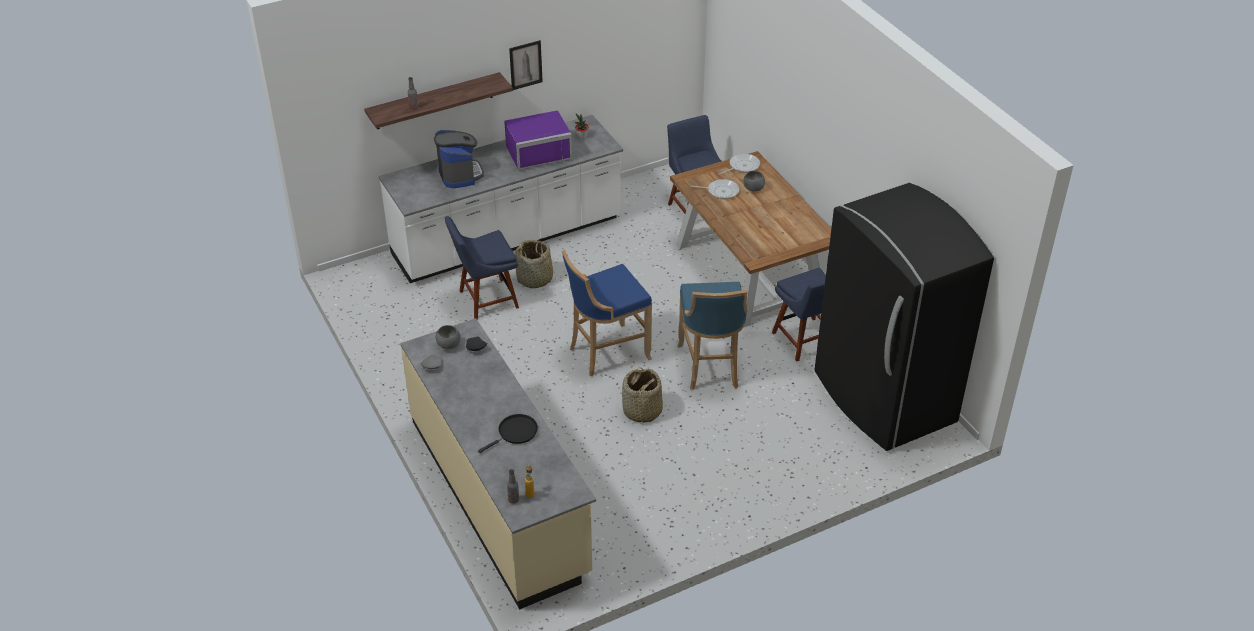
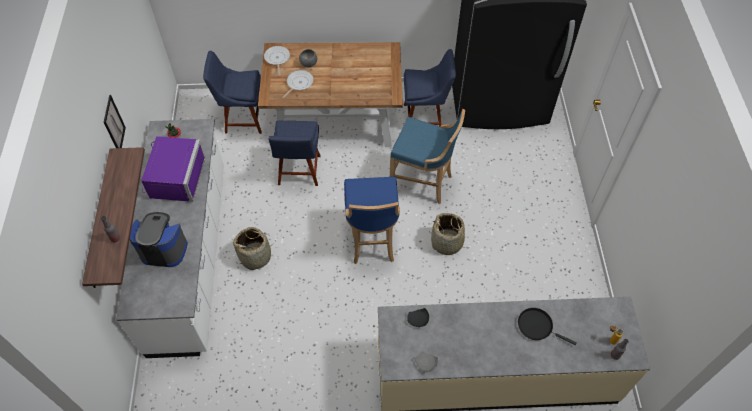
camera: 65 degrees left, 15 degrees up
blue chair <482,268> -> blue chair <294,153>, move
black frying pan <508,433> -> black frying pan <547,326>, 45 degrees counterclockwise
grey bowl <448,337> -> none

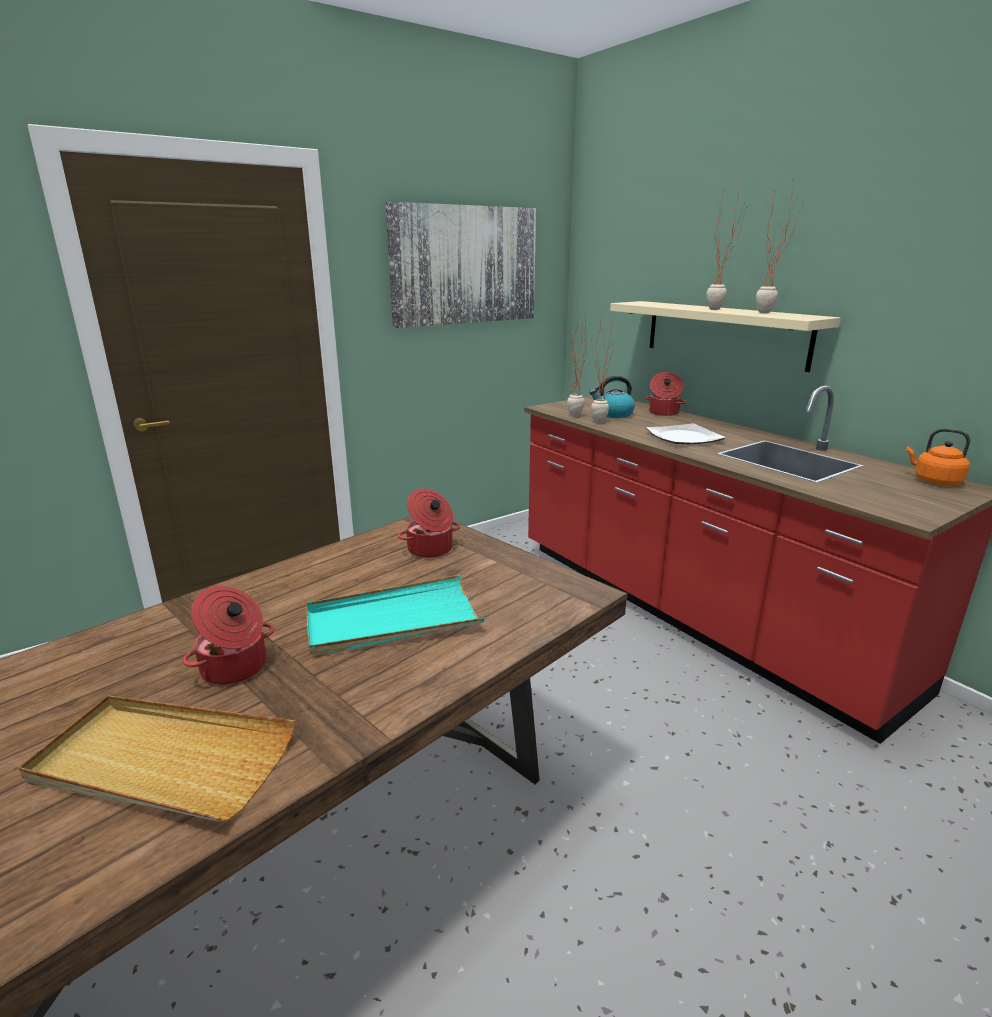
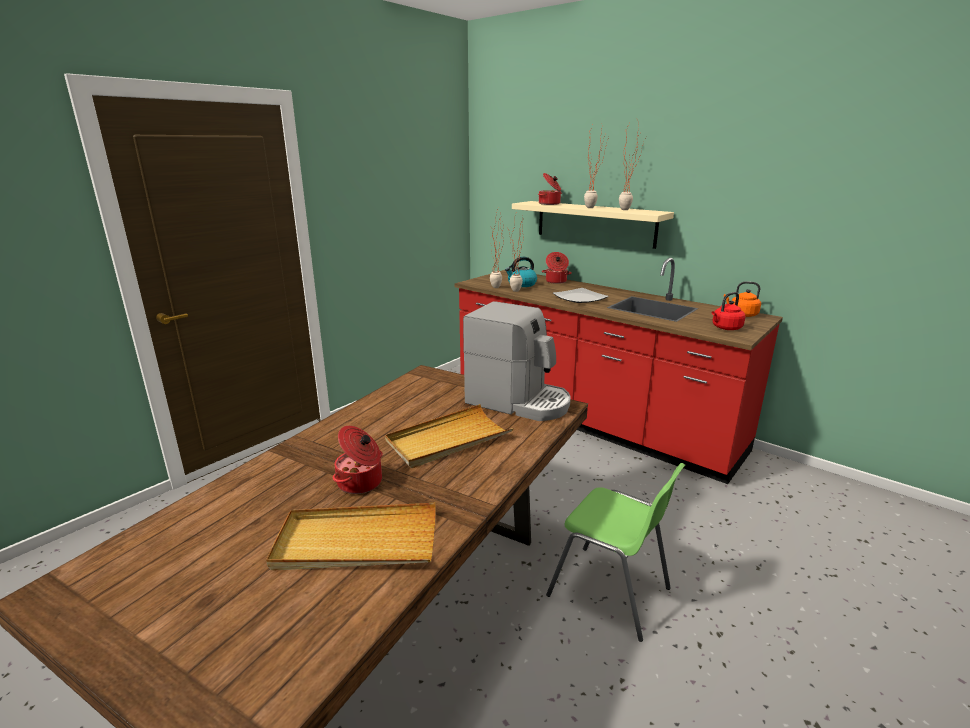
camera: 15 degrees left, 0 degrees up
turquoise tray <395,616> -> beige tray <449,436>
none -> coffee machine <517,361>
cooking pot <429,523> -> cooking pot <550,189>, move
none -> green chair <615,552>
none -> red kettle <729,311>
picture <460,265> -> none

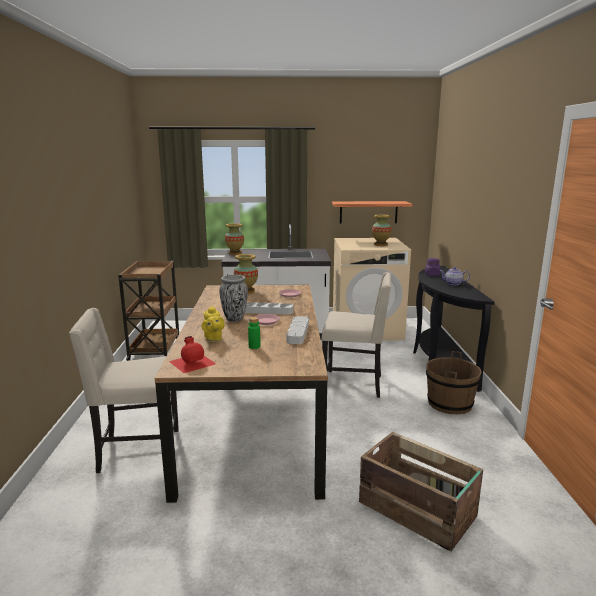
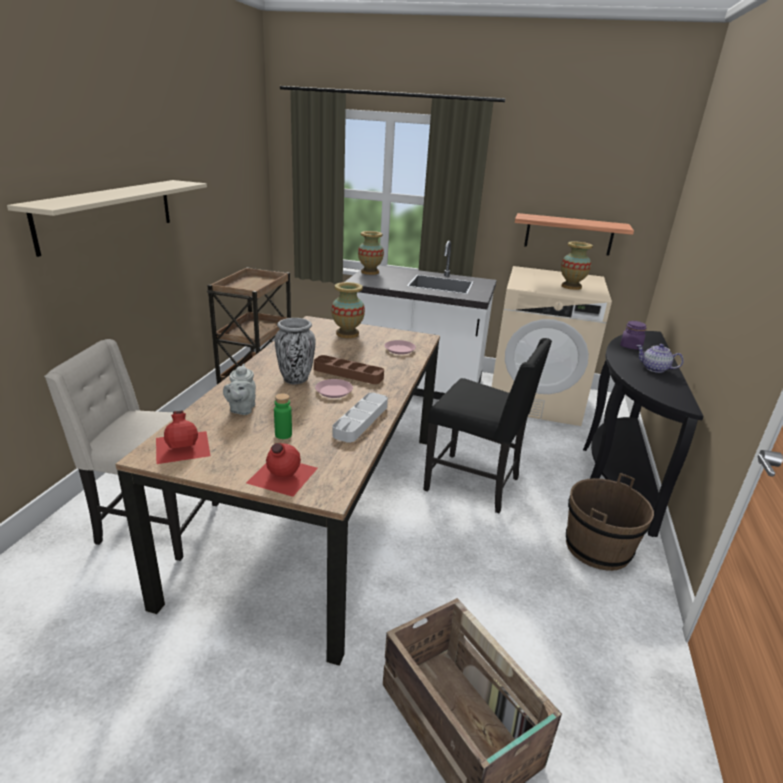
camera: 15 degrees right, 10 degrees up
none -> beige shelf <107,218>
yellow teapot <213,324> -> grey teapot <239,389>
none -> red bottle <282,470>
grey tray <269,308> -> brown tray <349,369>
beige chair <356,335> -> black chair <487,425>

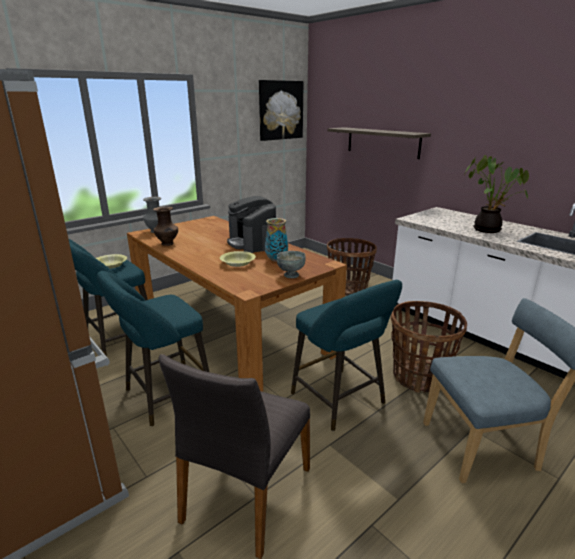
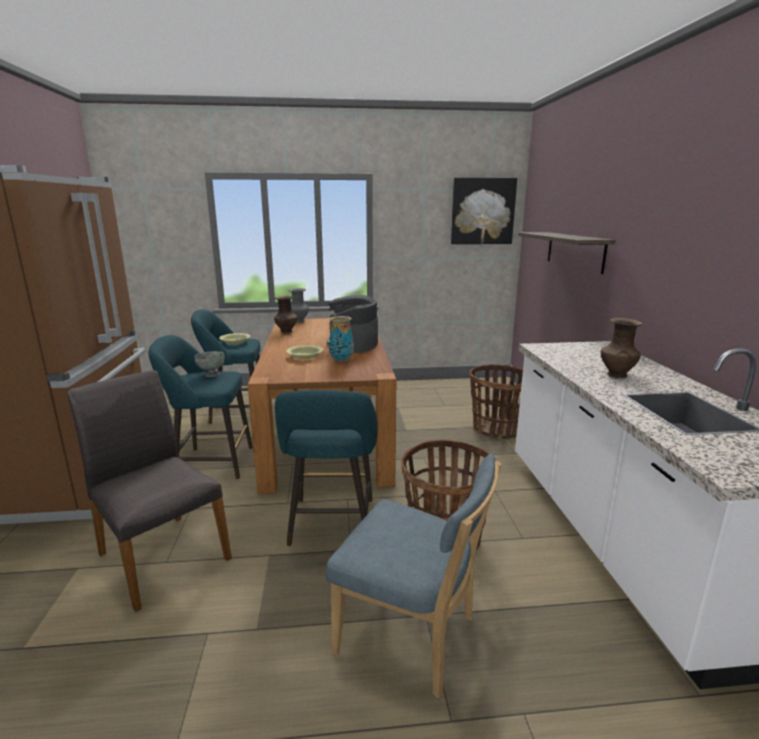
camera: 35 degrees right, 5 degrees down
grey chair <234,456> -> grey chair <149,491>, 75 degrees clockwise
grey bowl <291,264> -> grey bowl <209,364>, move
potted plant <497,194> -> brown vase <622,348>

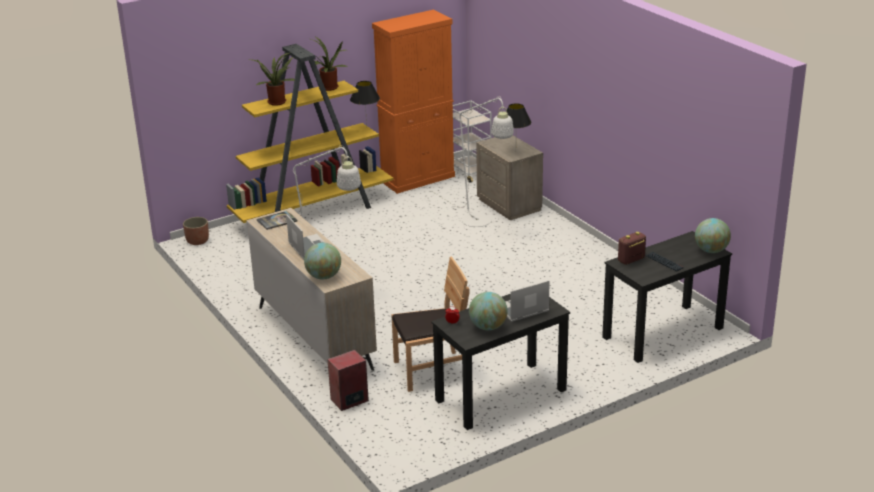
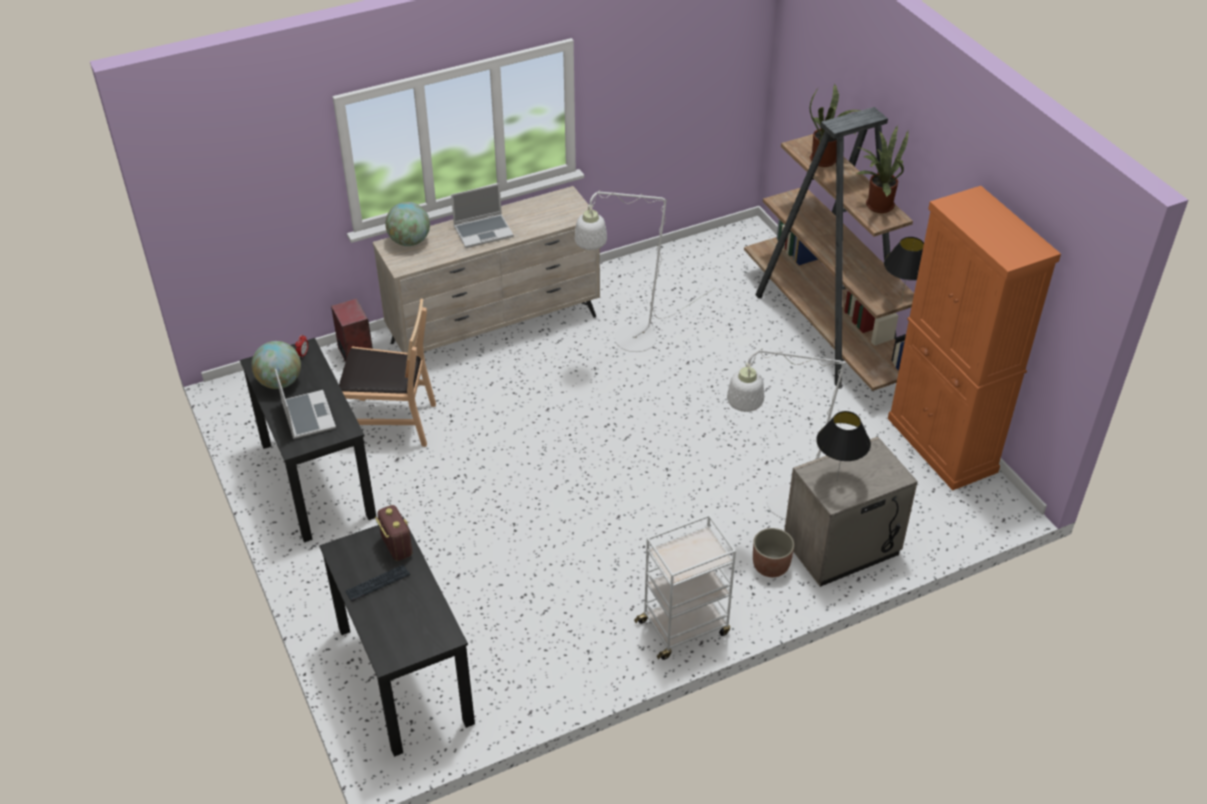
camera: 95 degrees right, 15 degrees up
brown chair <430,324> -> brown chair <387,373>, 75 degrees counterclockwise
white cart <472,142> -> white cart <685,587>, move
yellow bookcase <310,133> -> brown bookcase <829,249>
planter <196,231> -> planter <773,552>, move
book <277,220> -> none
globe <713,235> -> none

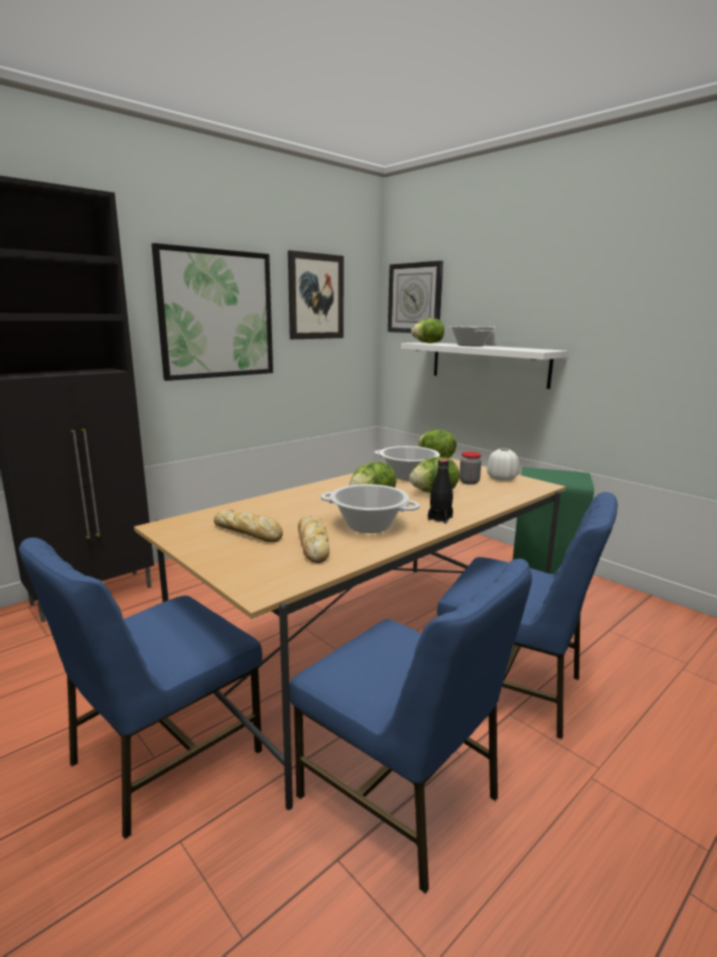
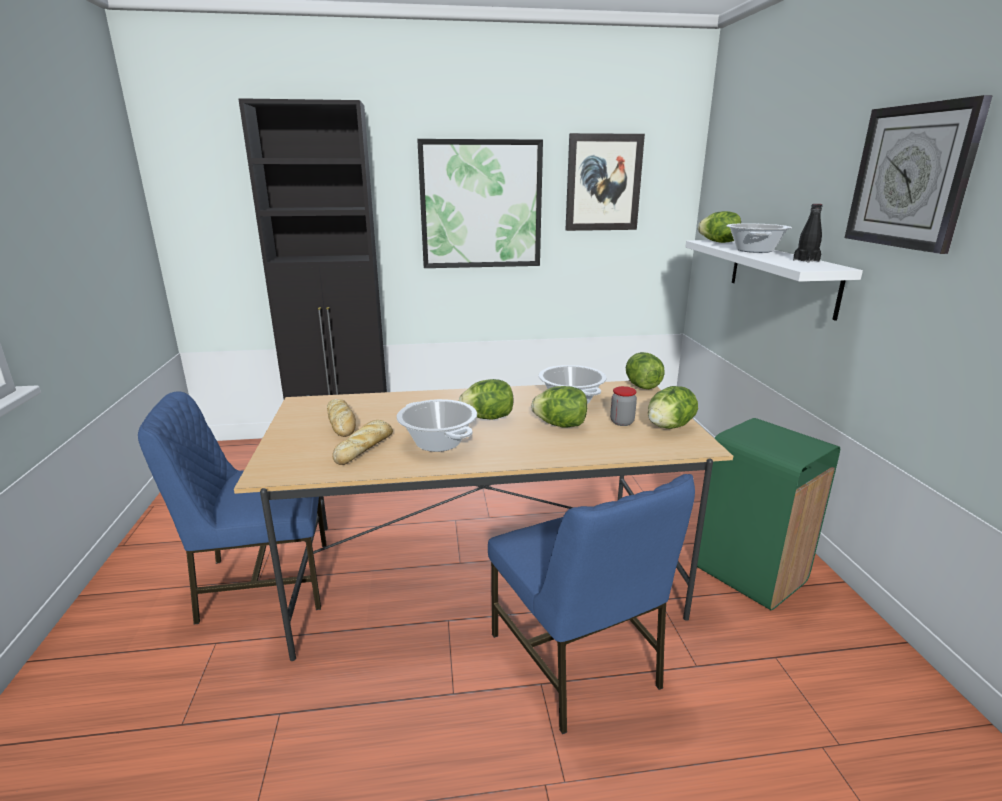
camera: 35 degrees right, 5 degrees up
white vase <503,464> -> lettuce <673,407>
black bottle <440,491> -> black bottle <807,233>, move
wall clock <415,297> -> wall clock <919,174>, move
blue chair <410,726> -> none

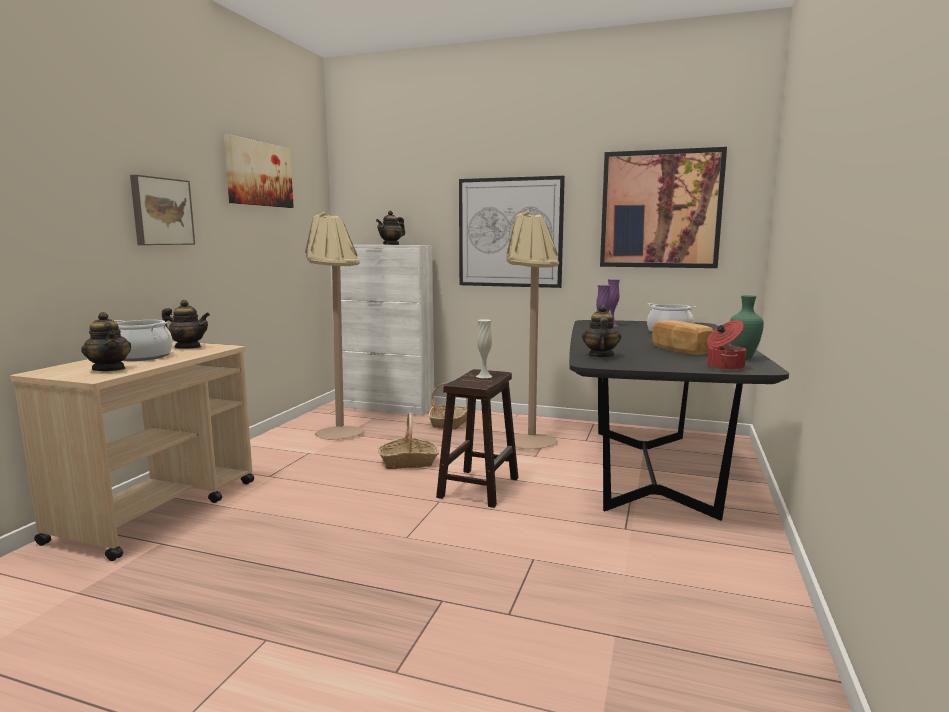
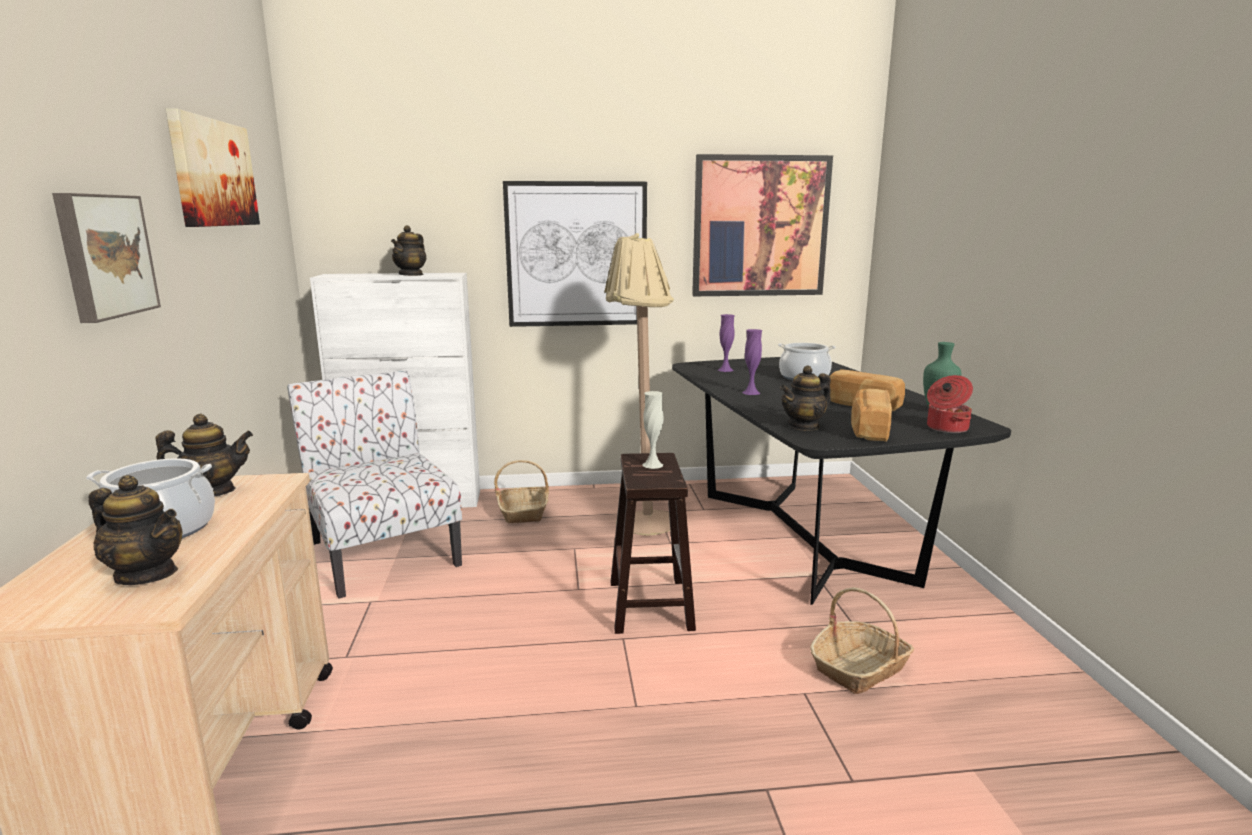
camera: 25 degrees left, 5 degrees up
beige floor lamp <335,326> -> chair <374,485>
teapot <601,331> -> teapot <805,398>, 105 degrees counterclockwise
basket <408,441> -> basket <862,640>, move
none -> bread <871,415>

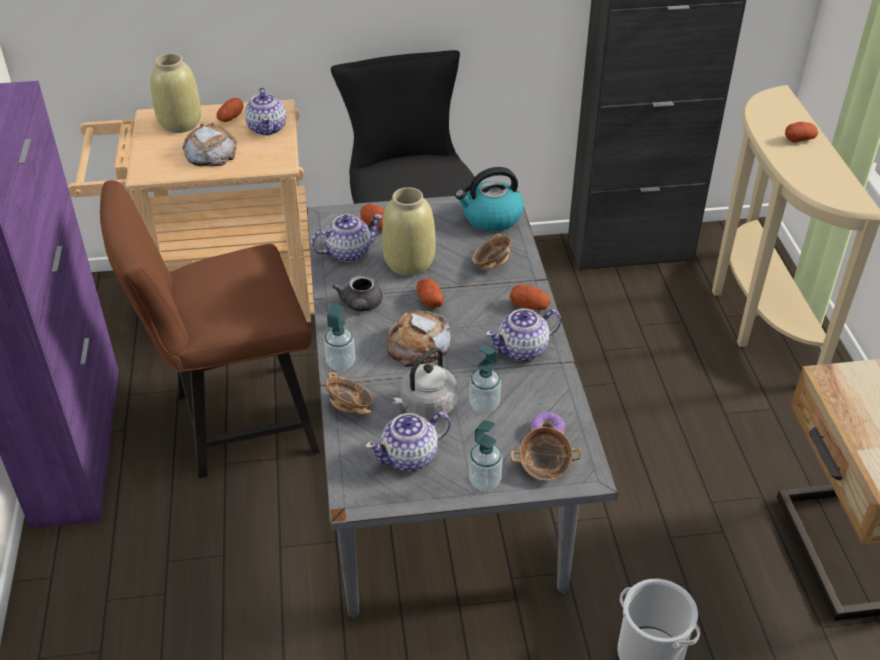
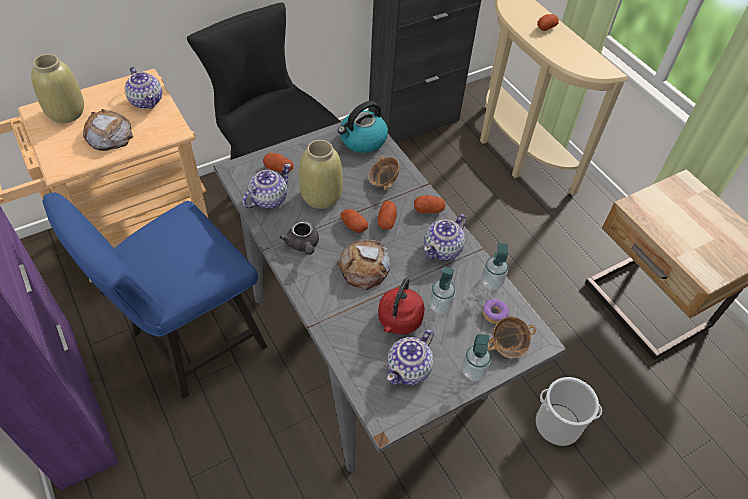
camera: 25 degrees left, 10 degrees up
brown chair <210,329> -> blue chair <155,296>
potato <230,110> -> potato <387,215>, move
grey kettle <424,383> -> red kettle <401,306>
soap dispenser <339,337> -> soap dispenser <494,266>, move
bowl <349,393> -> none

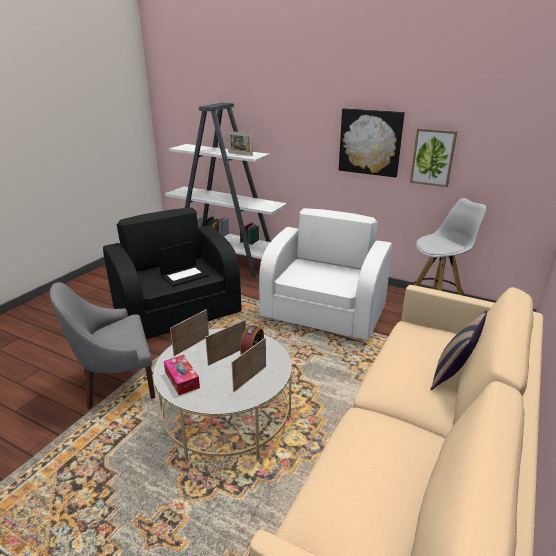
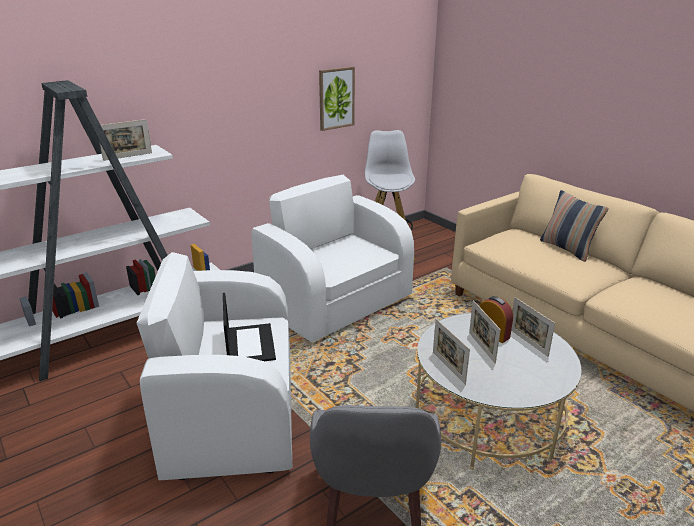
camera: 65 degrees left, 0 degrees up
black armchair <172,273> -> white armchair <214,366>
tissue box <182,375> -> none
picture <372,142> -> none

